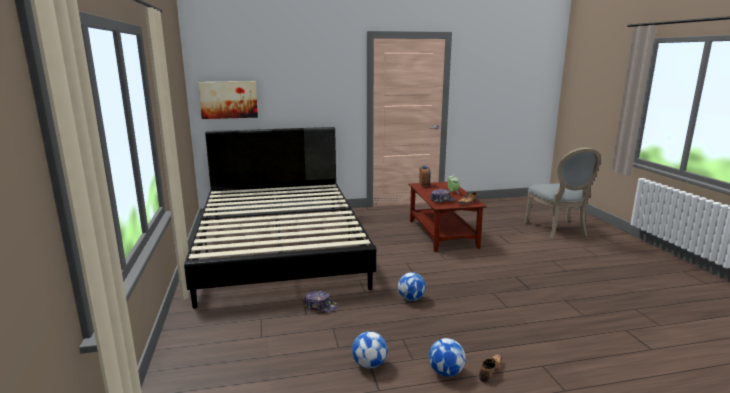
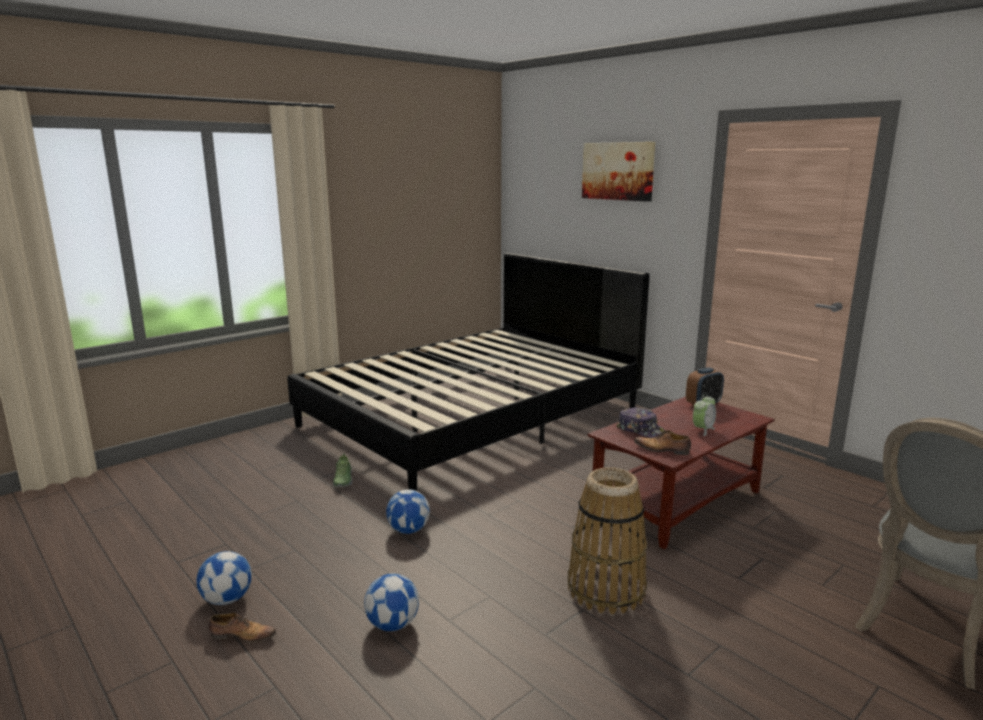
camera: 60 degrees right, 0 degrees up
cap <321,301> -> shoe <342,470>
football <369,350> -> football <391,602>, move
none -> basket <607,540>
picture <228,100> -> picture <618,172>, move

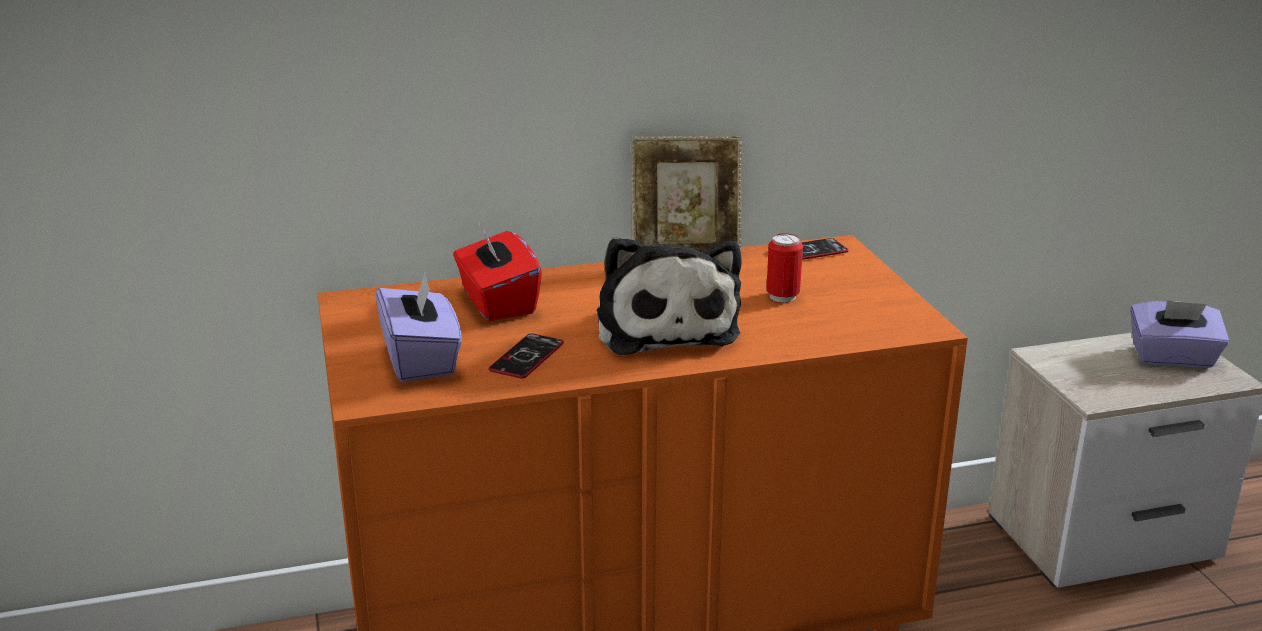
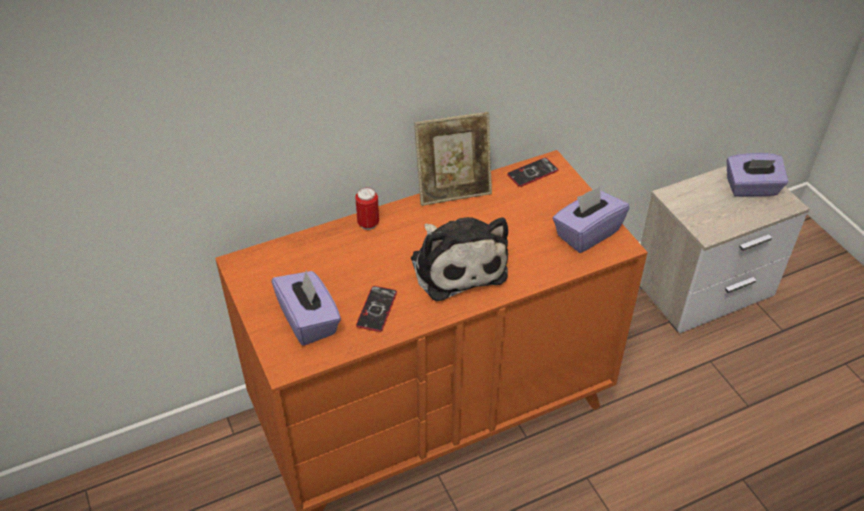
camera: 10 degrees left, 20 degrees up
can <784,267> -> can <367,208>, move
none -> purple tissue box <591,219>
red tissue box <497,274> -> none

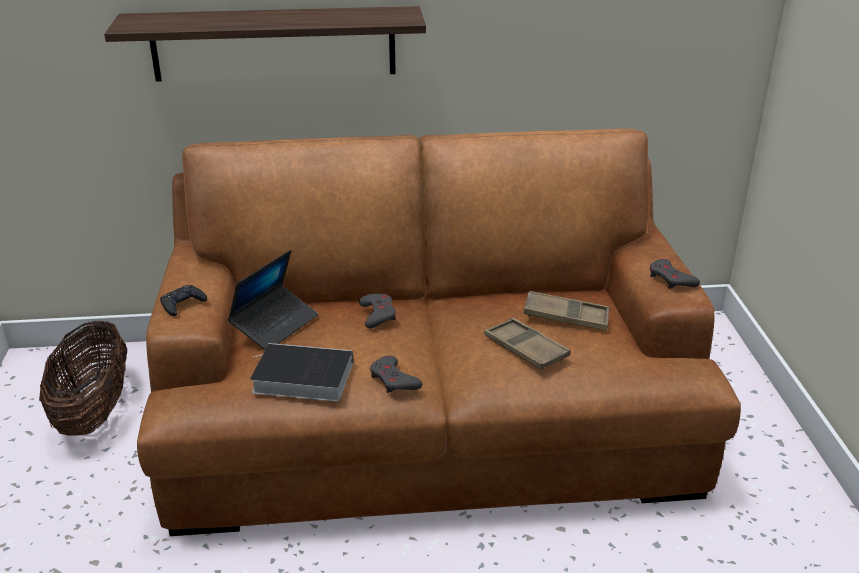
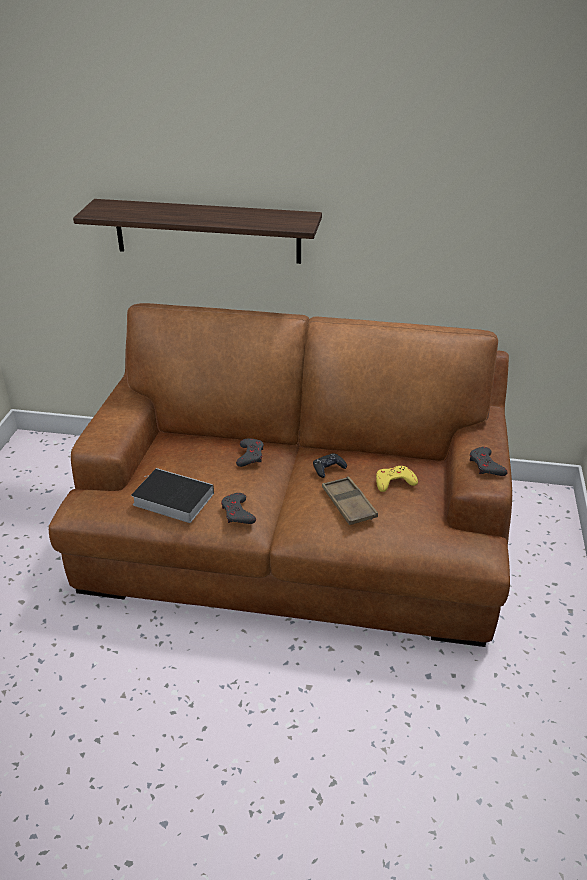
camera: 15 degrees right, 5 degrees up
black game controller <183,300> -> black game controller <330,465>, move
brown tray <566,311> -> yellow game controller <397,479>
basket <83,377> -> none
laptop <273,300> -> none

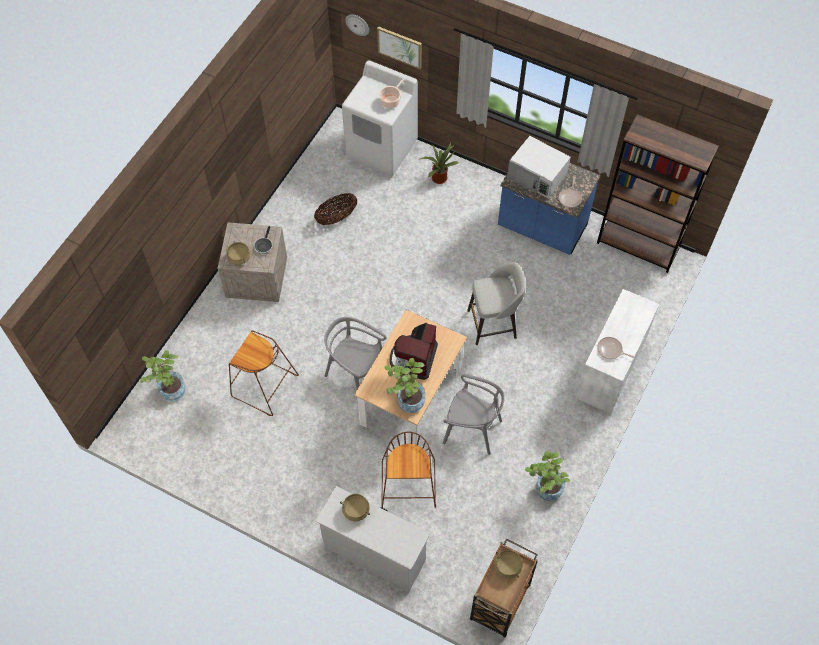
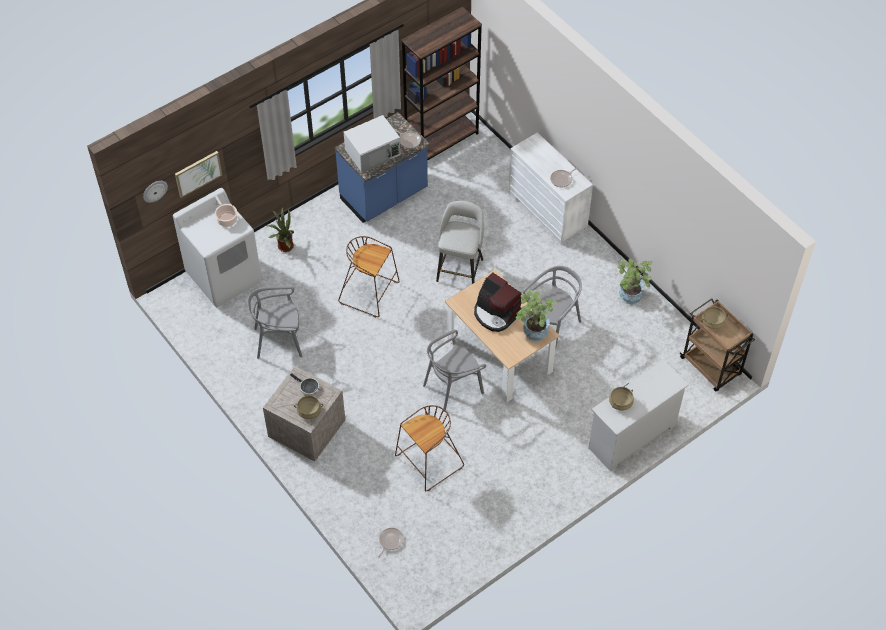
camera: 65 degrees left, 5 degrees down
basket <335,209> -> grey chair <275,322>
brown stool <408,470> -> brown stool <369,276>, move
potted plant <162,376> -> frying pan <391,543>

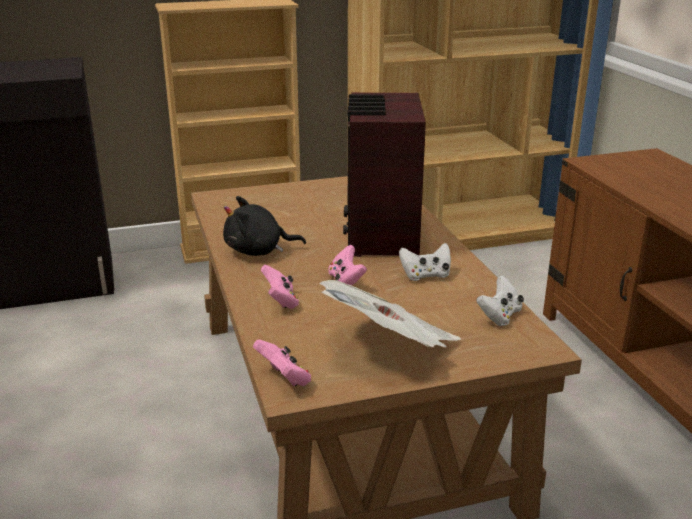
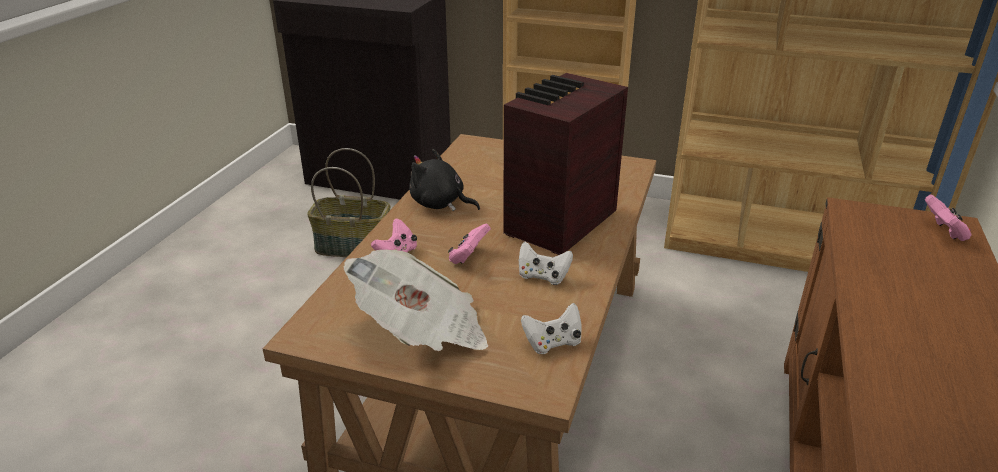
camera: 35 degrees right, 5 degrees up
none -> basket <348,202>
pink game controller <282,362> -> pink game controller <948,218>, move

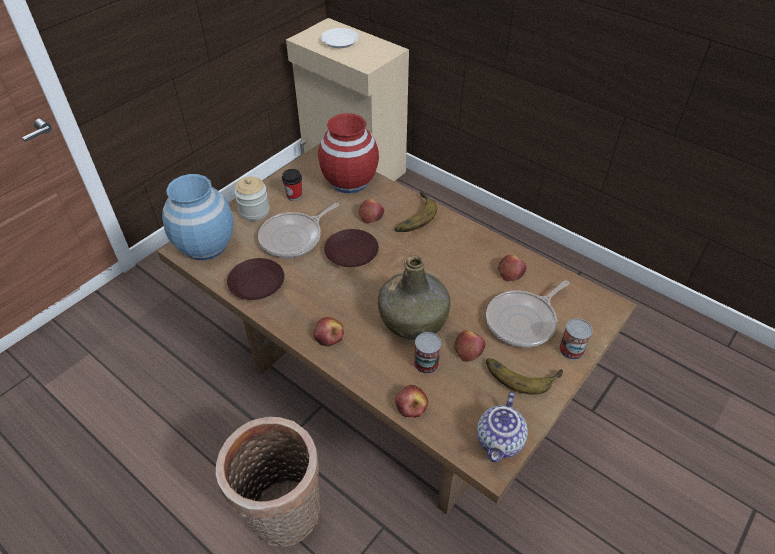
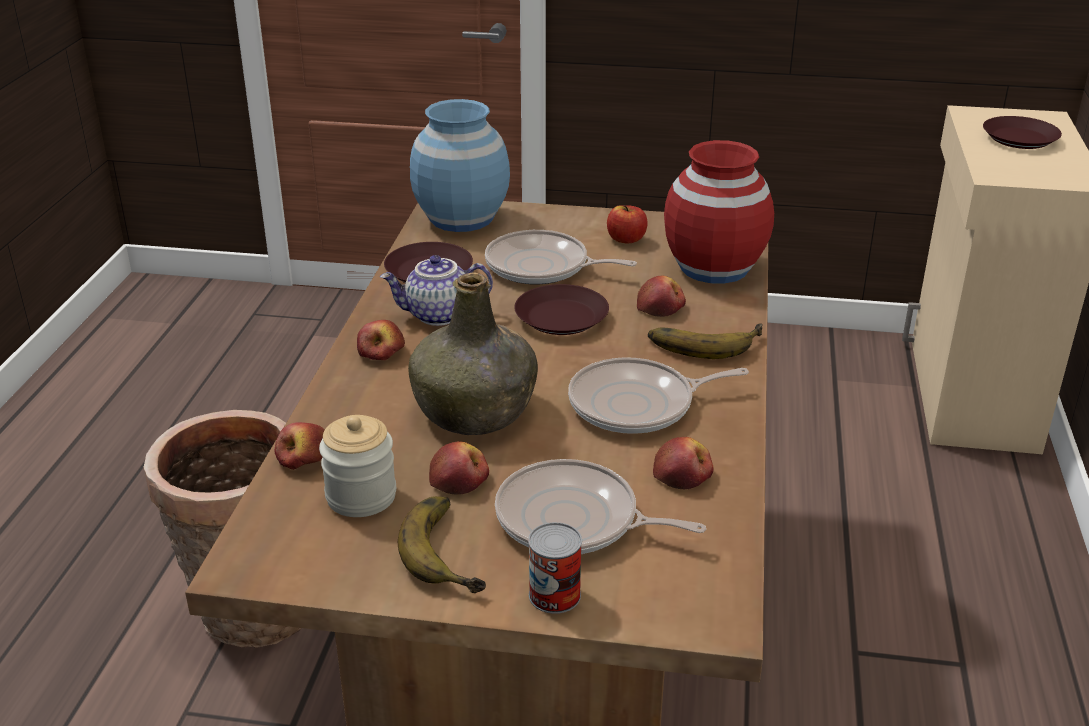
camera: 60 degrees right, 15 degrees down
jar <252,199> -> jar <357,466>, move
teapot <502,427> -> teapot <436,290>, move
none -> frying pan <658,395>
cup <292,185> -> apple <627,224>
white plate <340,38> -> brown plate <1022,132>
can <427,353> -> none

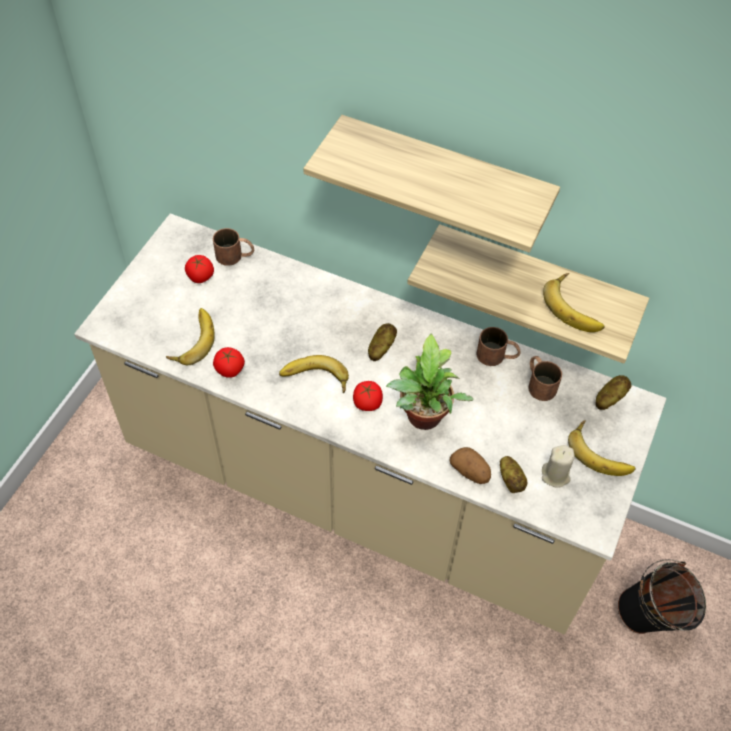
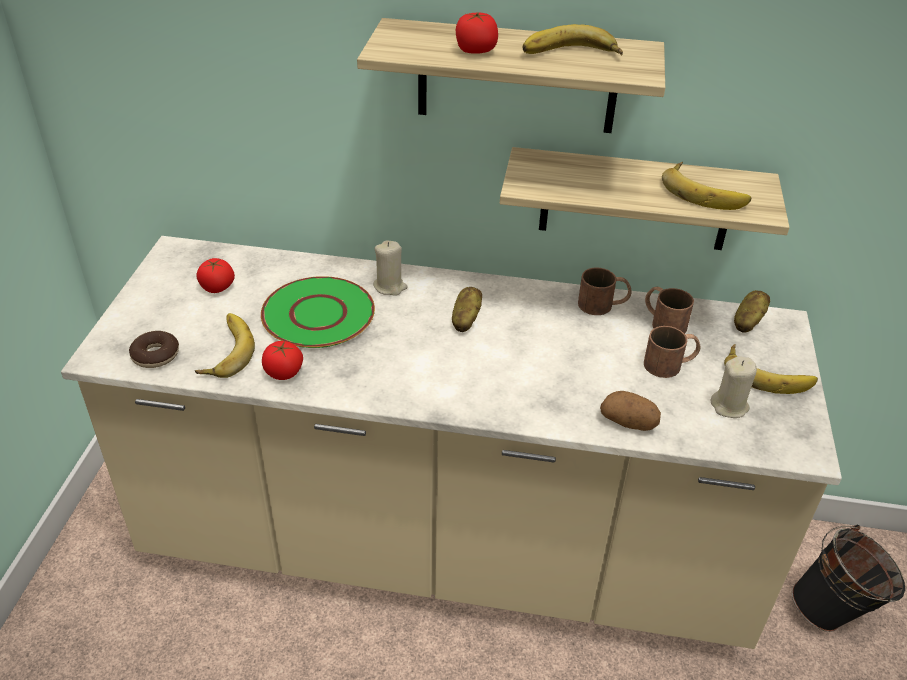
camera: 15 degrees left, 15 degrees down
none -> donut <154,349>
none -> green plate <318,312>
none -> beige candle <390,268>
tomato <368,396> -> tomato <477,33>, move
banana <314,374> -> banana <572,40>, move
brown mug <233,247> -> brown mug <672,352>, move
potted plant <430,381> -> none
potato <513,475> -> none

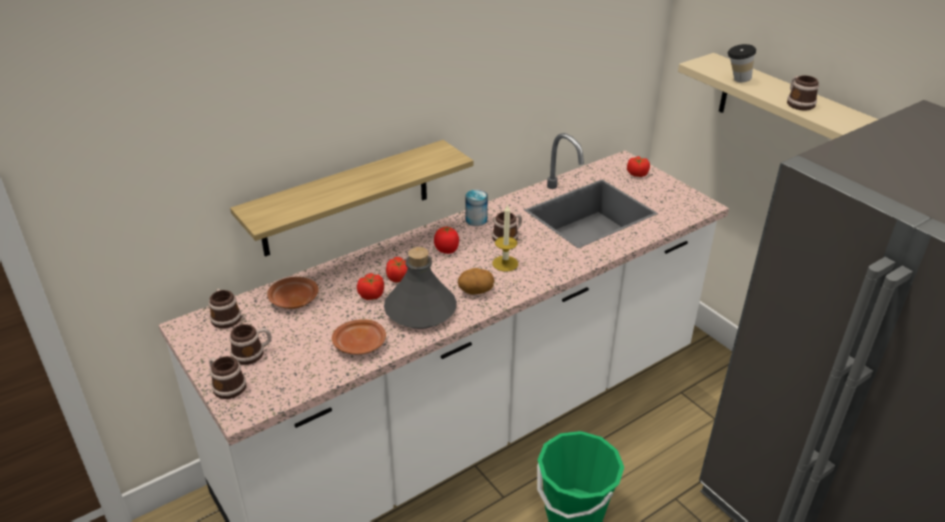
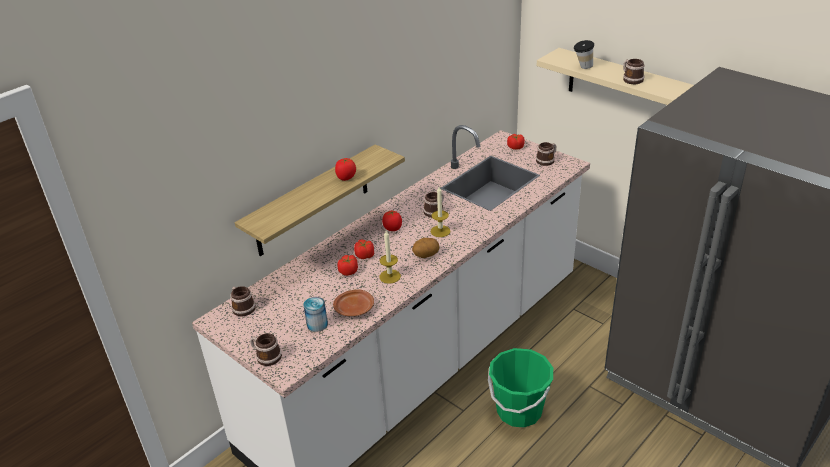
camera: 10 degrees left, 0 degrees up
can <477,208> -> can <316,314>, move
none -> tomato <345,169>
grey bottle <420,288> -> candle <390,257>
mug <250,344> -> mug <546,154>, move
brown plate <293,293> -> none

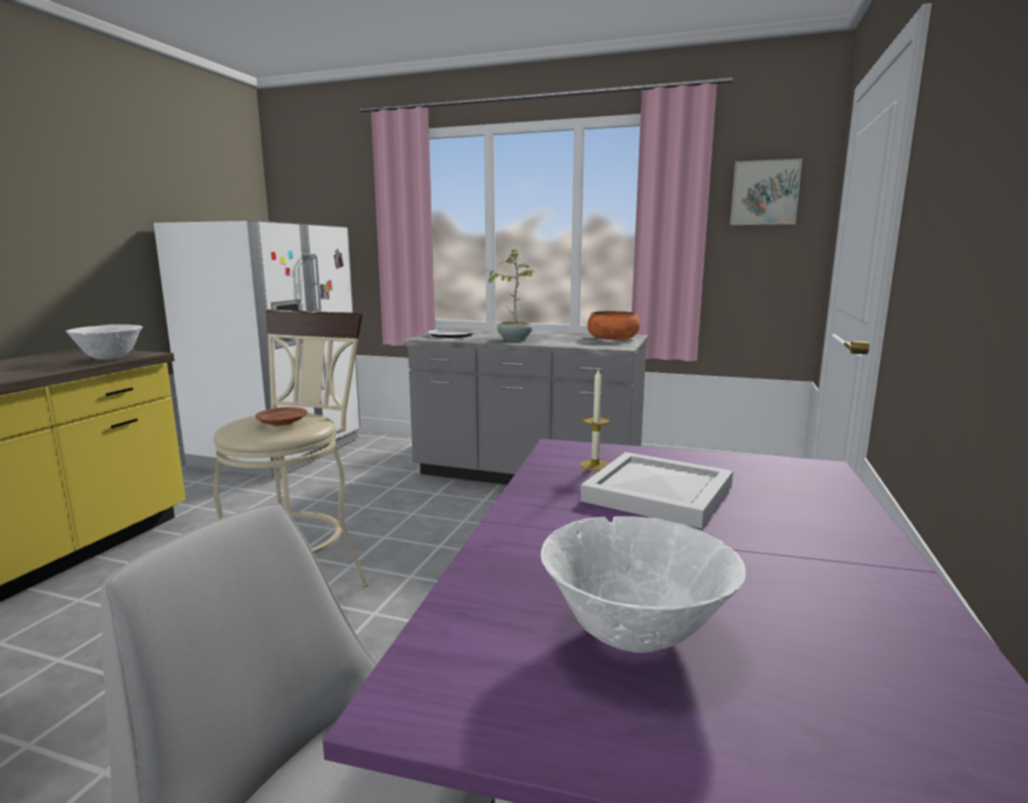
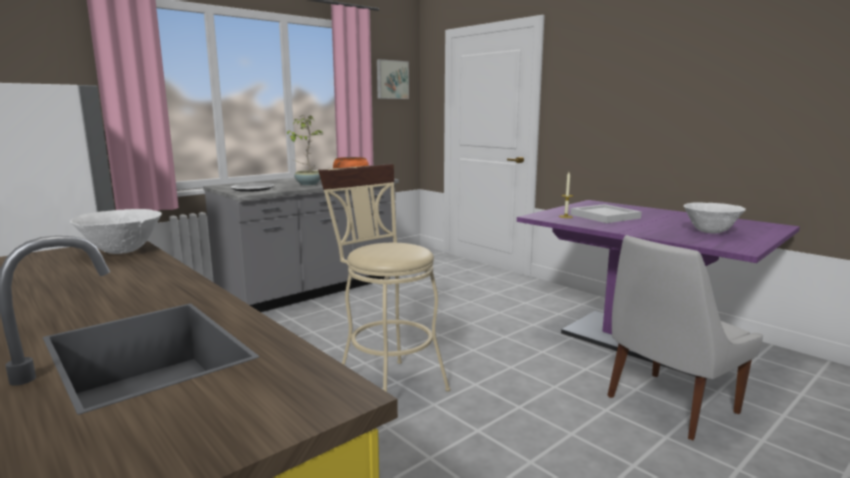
camera: 60 degrees left, 0 degrees up
brown plate <281,416> -> none

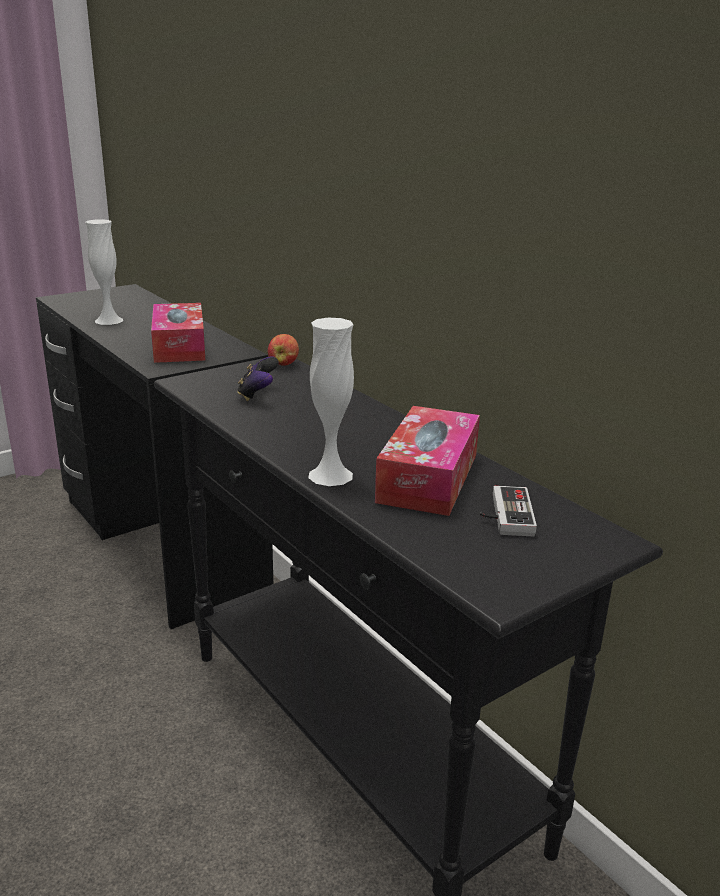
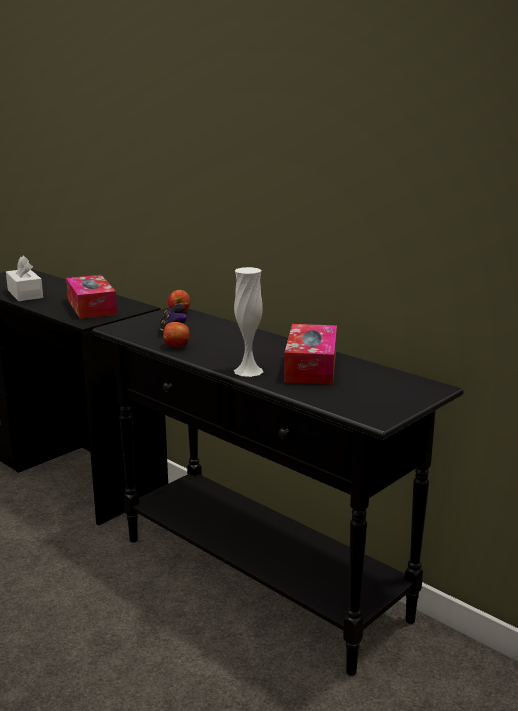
camera: 10 degrees left, 5 degrees down
white vase <104,272> -> white tissue box <24,278>
none -> apple <176,334>
game controller <508,511> -> none

